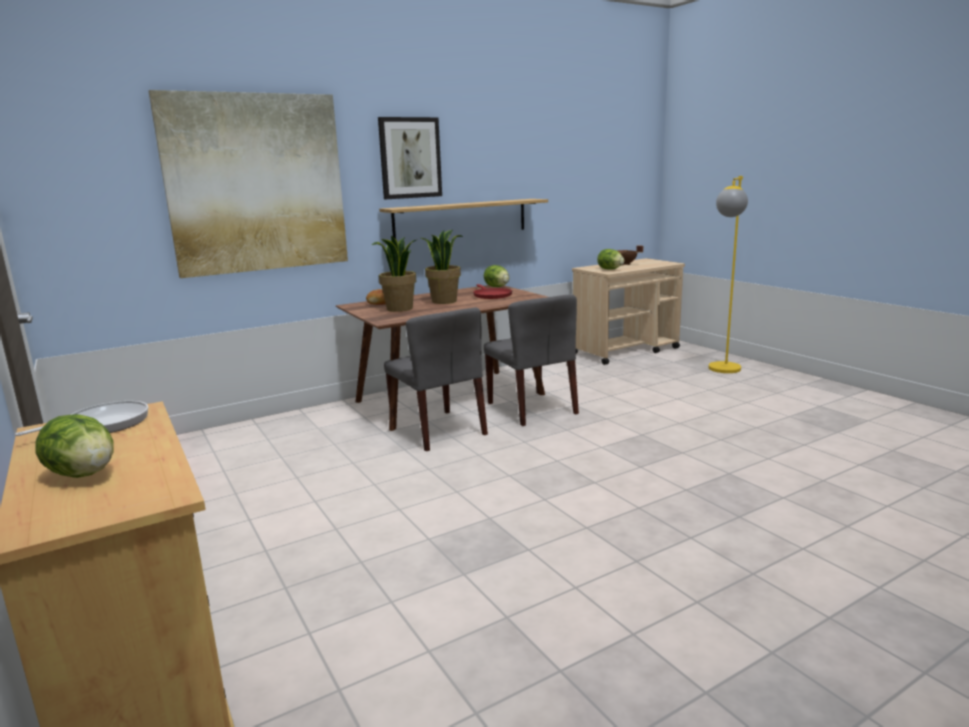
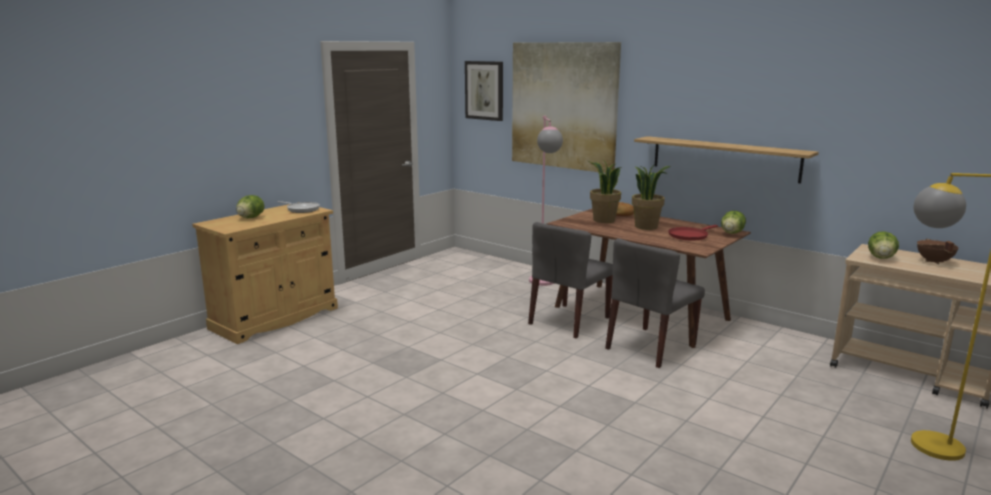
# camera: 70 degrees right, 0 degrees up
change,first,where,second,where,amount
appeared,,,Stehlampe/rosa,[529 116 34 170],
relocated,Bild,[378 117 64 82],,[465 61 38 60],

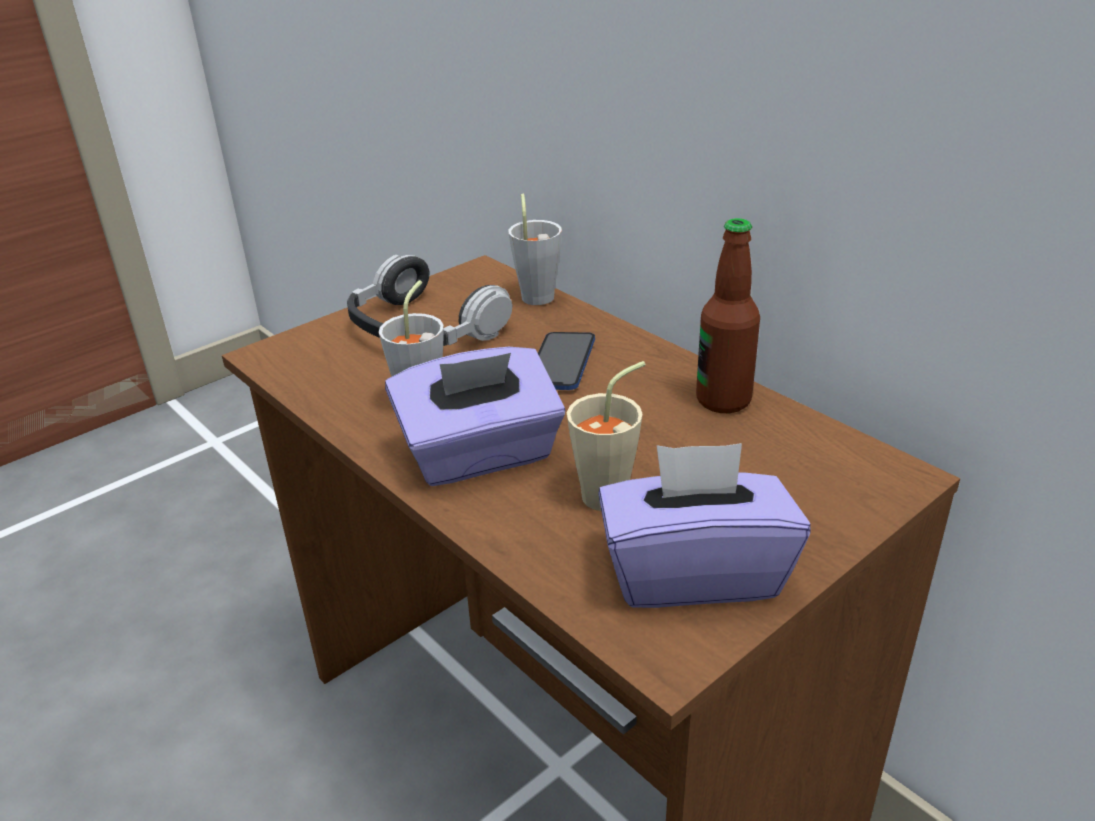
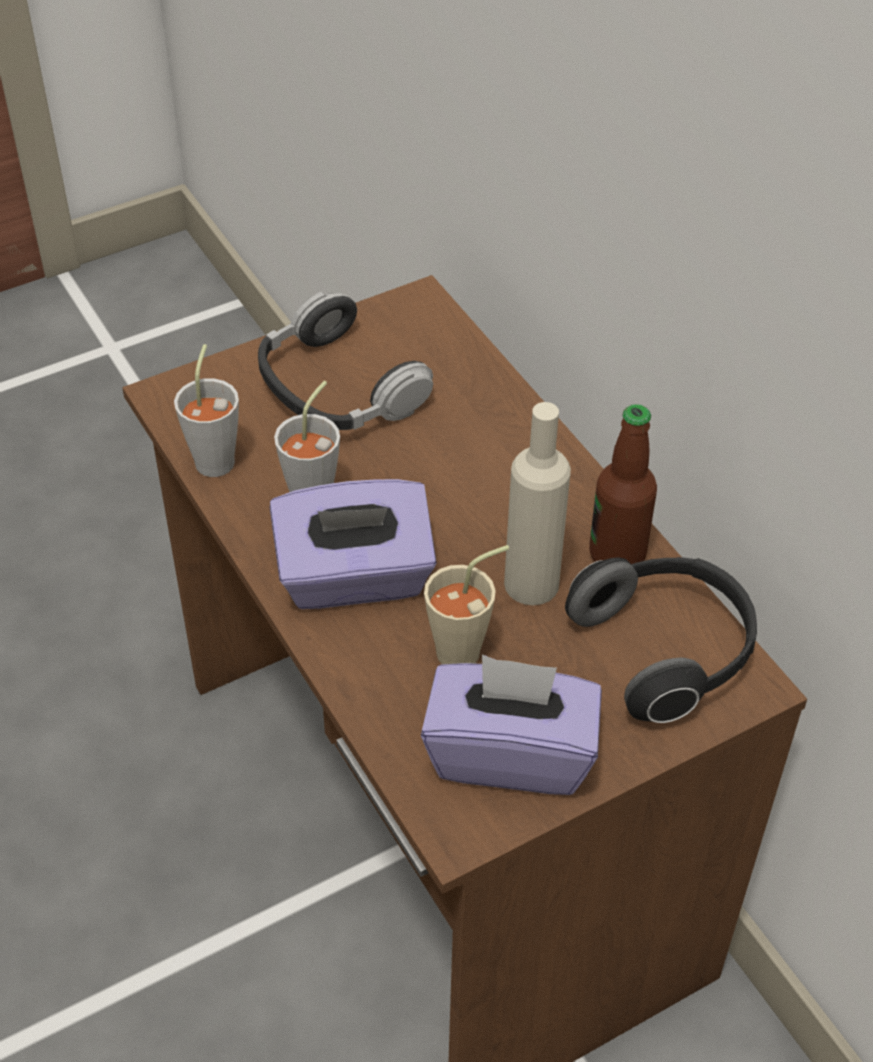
# camera: 10 degrees right, 15 degrees up
change,first,where,second,where,amount
missing,Handy,[538 332 57 58],,,
appeared,,,Flasche/beige,[504 402 67 203],
appeared,,,Kopfhörer,[565 557 192 166],
relocated,Tasse/grau,[509 194 53 111],,[174 344 65 133],

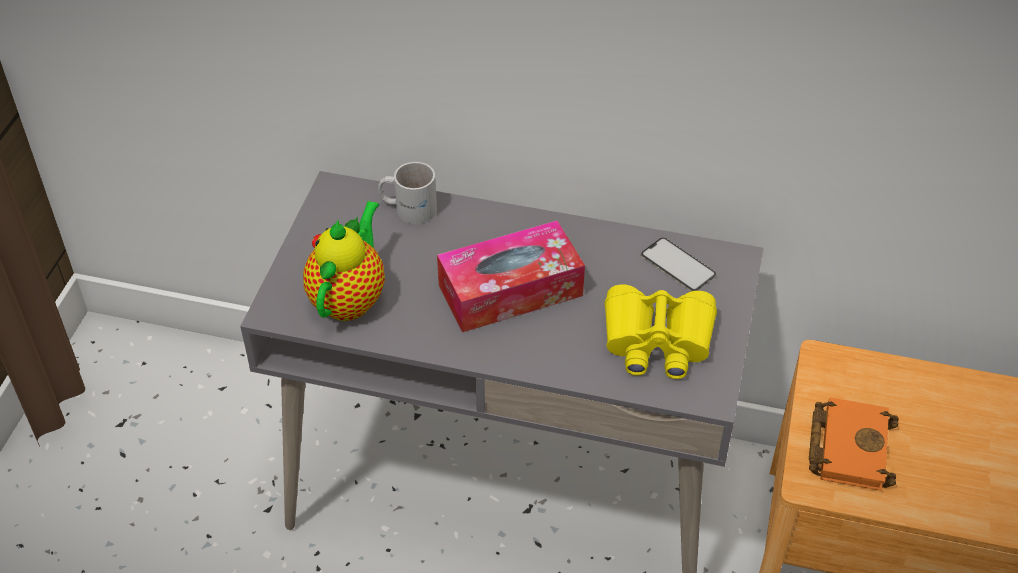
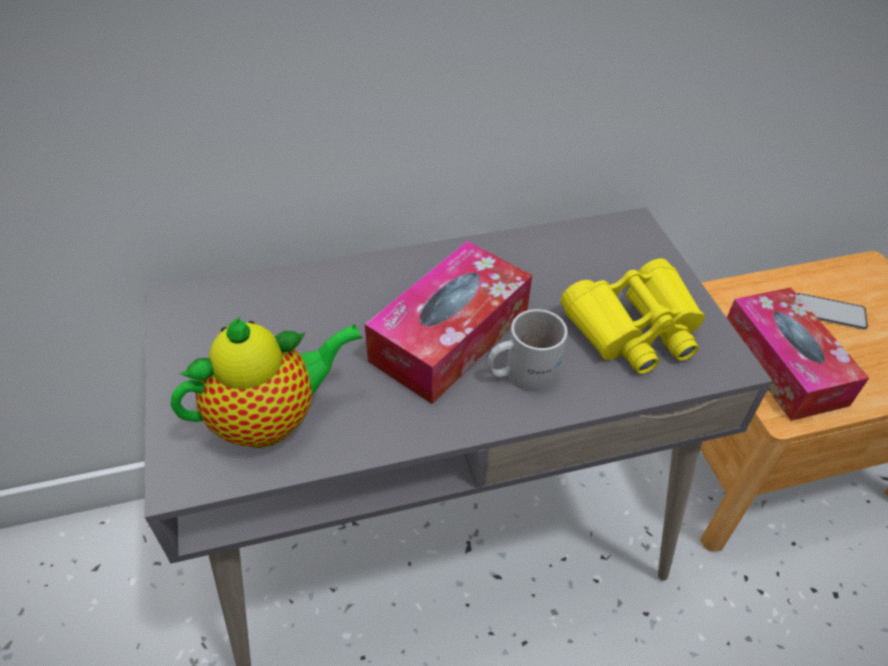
# camera: 30 degrees left, 0 degrees up
change,first,where,second,where,amount
relocated,Henkelbecher/weiß,[378 162 59 62],,[487 309 81 83],
relocated,Handy,[641 237 75 54],,[797 293 71 37],
exchanged,Buch/orange,[809 397 90 94],Taschentuchbox,[727 287 142 134],
spun,Teekanne,[303 201 82 120],,[171 317 191 131],75 degrees clockwise

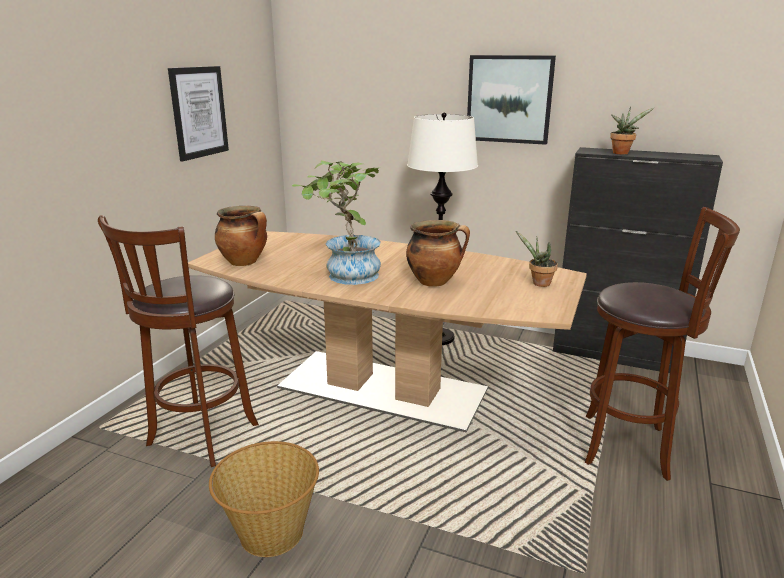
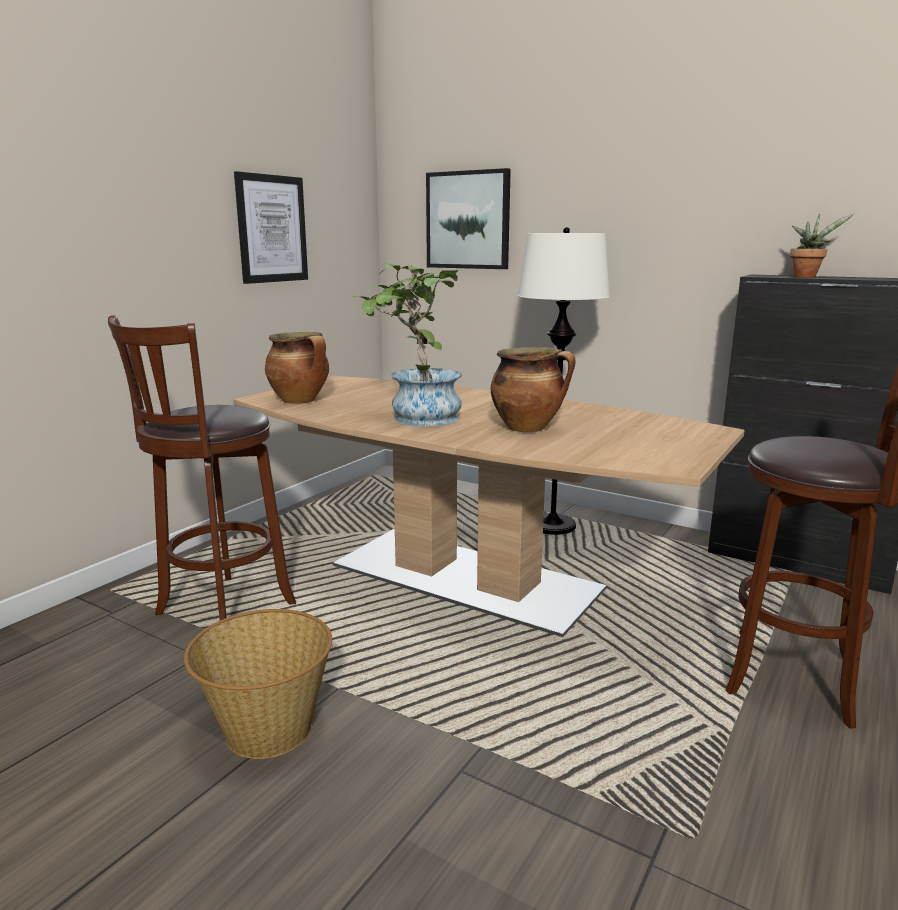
# camera: 10 degrees right, 5 degrees down
change,first,where,second,where,amount
missing,Topfpflanze,[516 231 42 56],,,
relocated,Bild,[467 55 89 90],,[426 168 85 101],

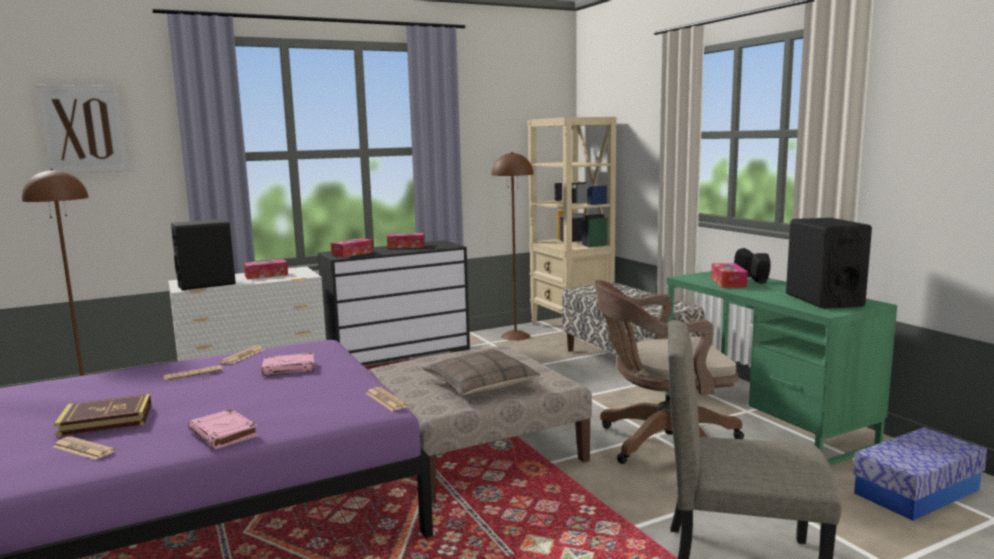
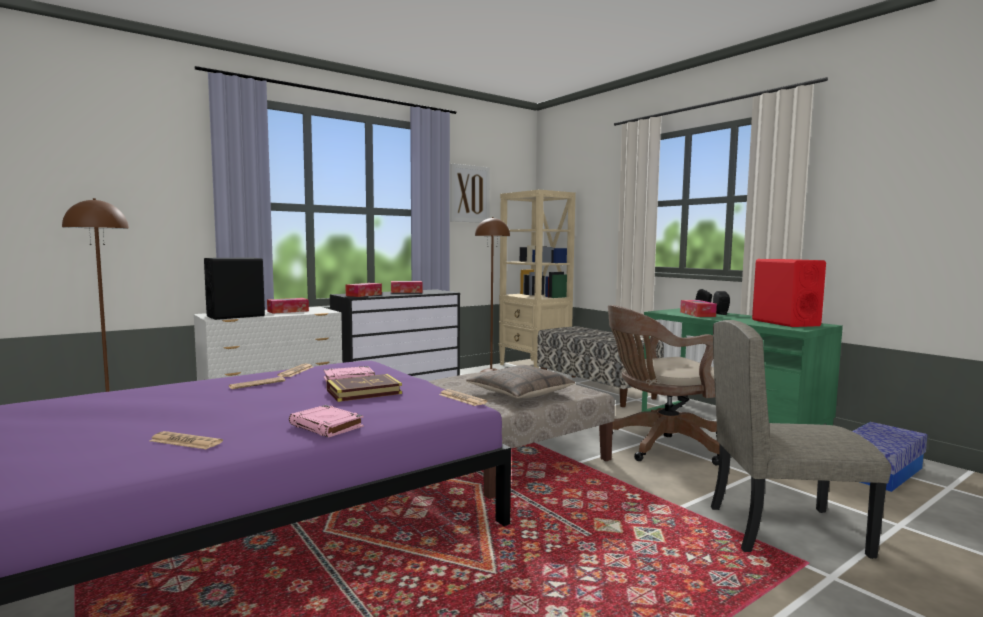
# camera: 10 degrees left, 5 degrees down
change,first,where,second,where,amount
relocated,Bild,[36 85 93 89],,[450 163 40 60],
relocated,Buch,[54 394 98 43],,[327 374 75 28],
colour,Lautsprecher/schwarz,[786 218 86 91],Lautsprecher/rot,[752 259 74 68],

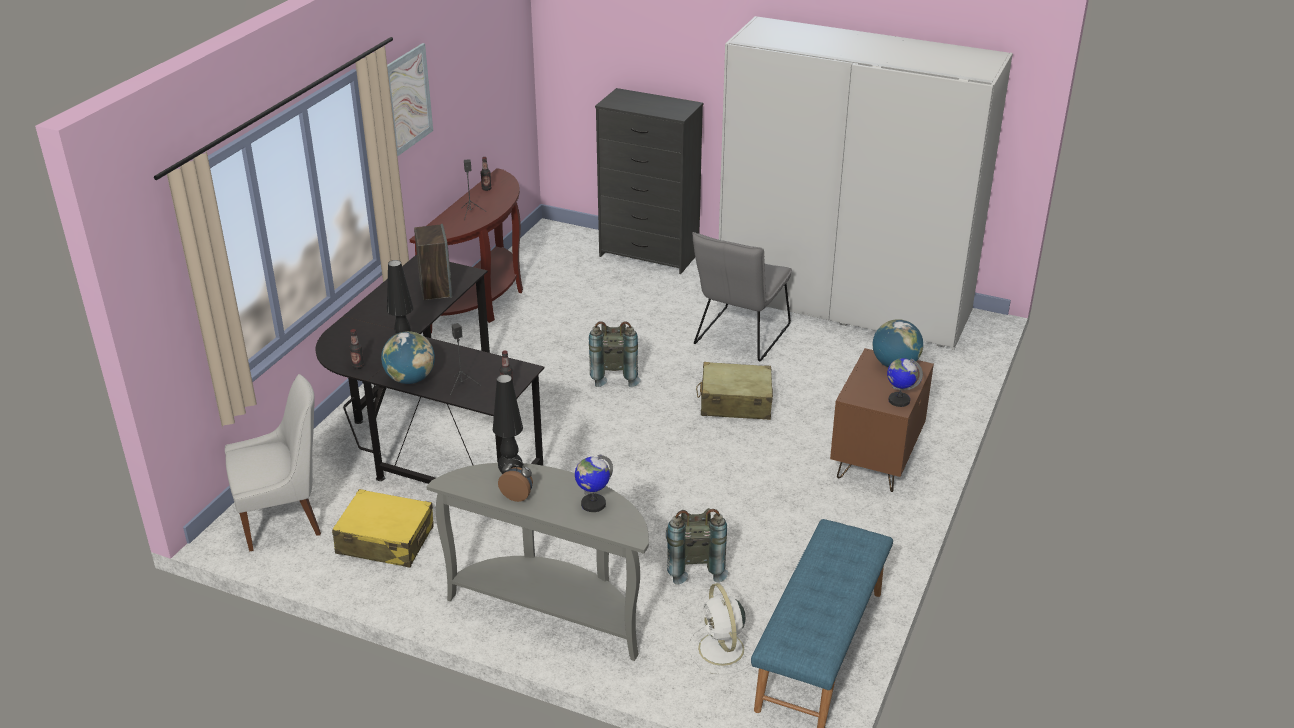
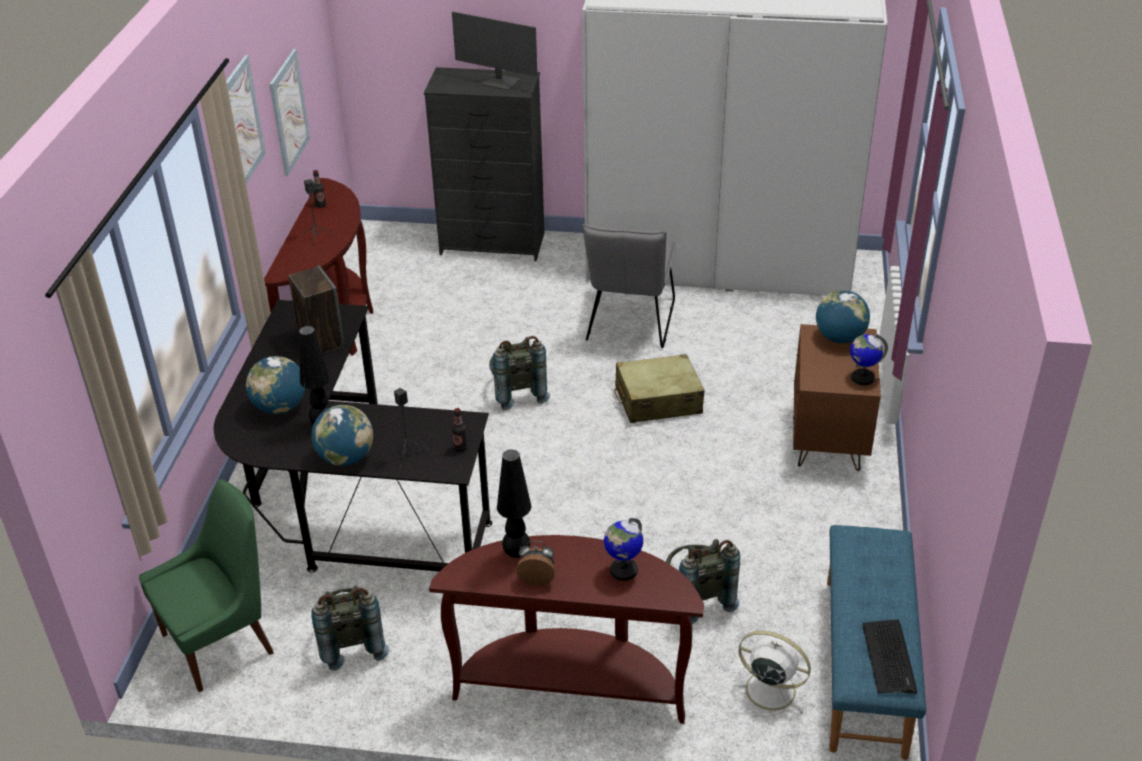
# camera: 15 degrees left, 5 degrees up
change,first,where,second,where,amount
missing,Flasche,[349 329 15 40],,,
appeared,,,Globus,[246 356 59 58],
appeared,,,Bild,[269 49 41 127],
appeared,,,Monitor,[452 12 86 79],
appeared,,,Tastatur,[862 619 55 75],
exchanged,Koffer/gelb,[332 489 101 78],Rucksack/grau,[311 585 79 86],
colour,Stuhl/weiß,[225 374 96 177],Stuhl/grün,[139 479 135 213],
colour,Konsolentisch/grau,[426 463 223 198],Konsolentisch/braun,[429 535 275 189],
spun,Ventilator/weiß,[689 583 67 92],,[732 631 79 86],150 degrees clockwise

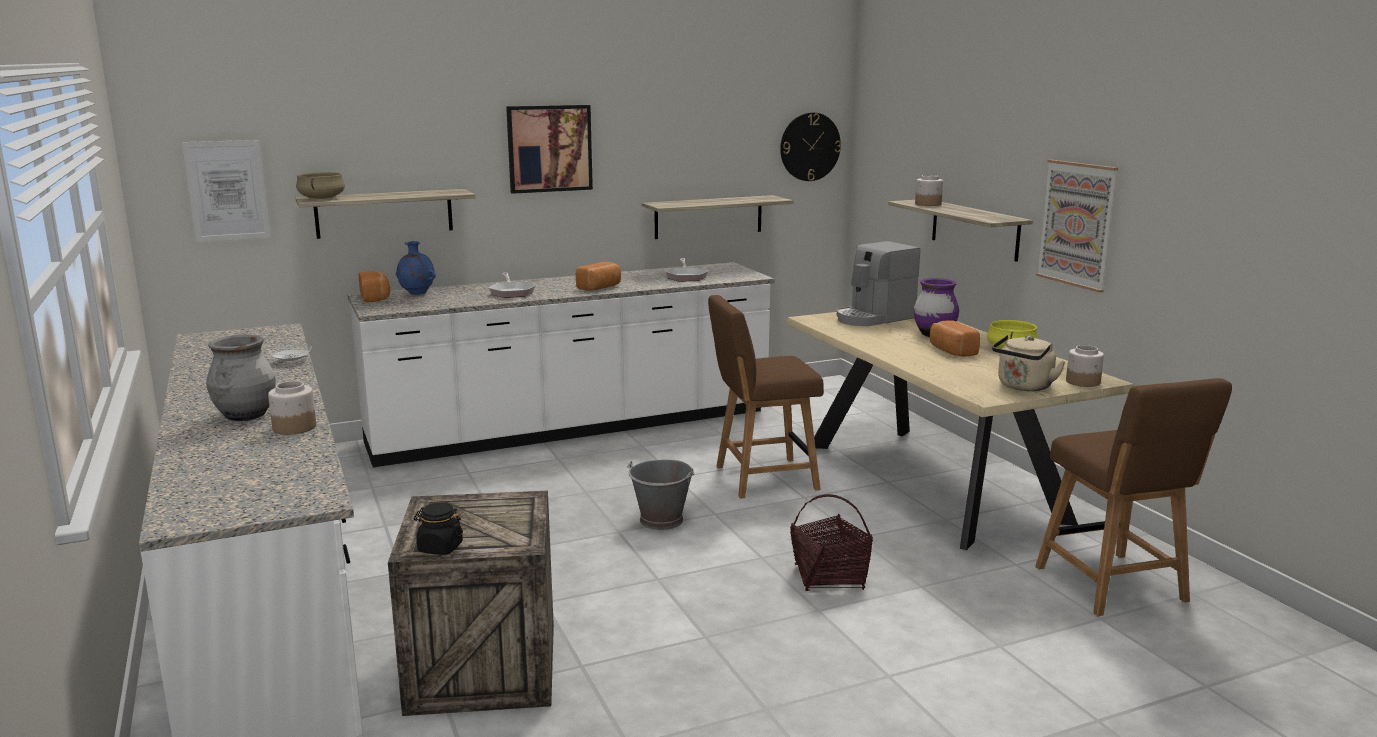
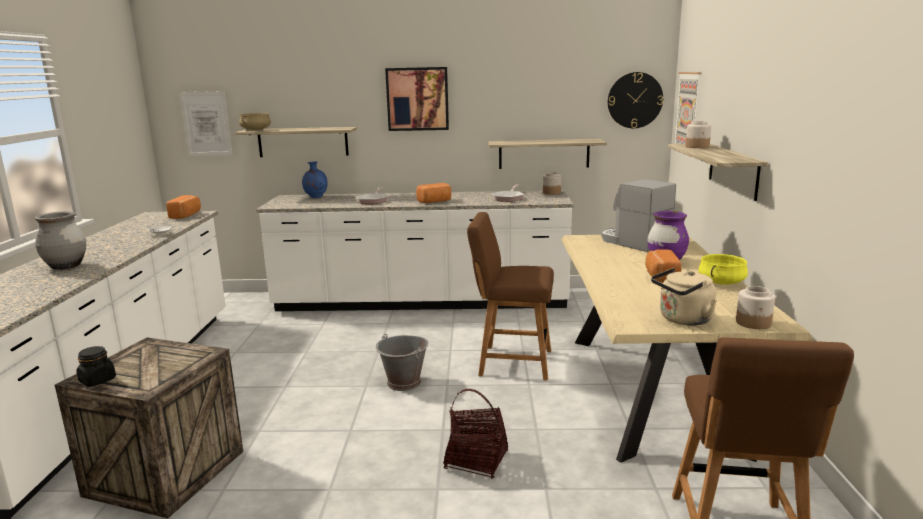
# camera: 25 degrees right, 0 degrees up
change,first,where,second,where,amount
relocated,Vorratsglas,[268 381 48 54],,[543 172 18 23],
relocated,Brot,[359 271 31 31],,[166 195 35 24],
relocated,Bild,[1036 160 82 133],,[673 72 29 85],
spun,Kaffeemaschine,[837 241 83 85],,[601 179 75 73],60 degrees clockwise

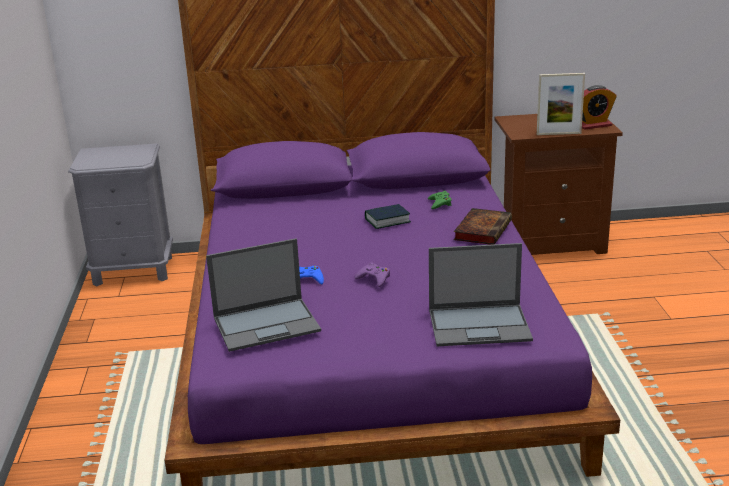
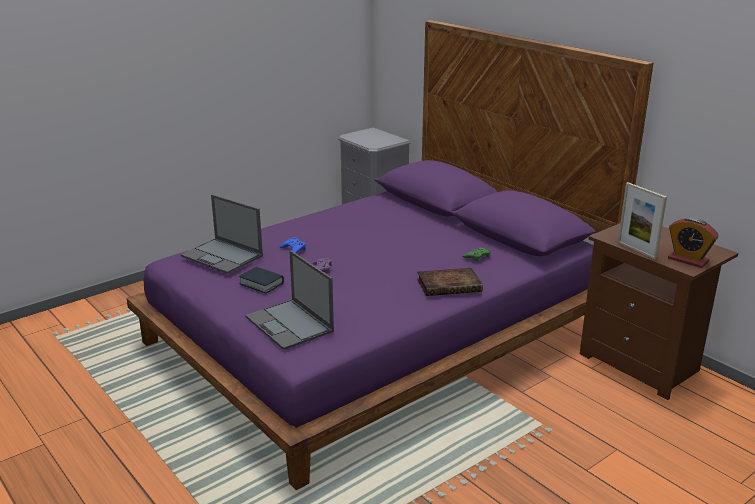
# camera: 55 degrees right, 0 degrees up
change,first,where,second,where,amount
relocated,Buch,[365 204 46 25],,[239 267 45 27],

